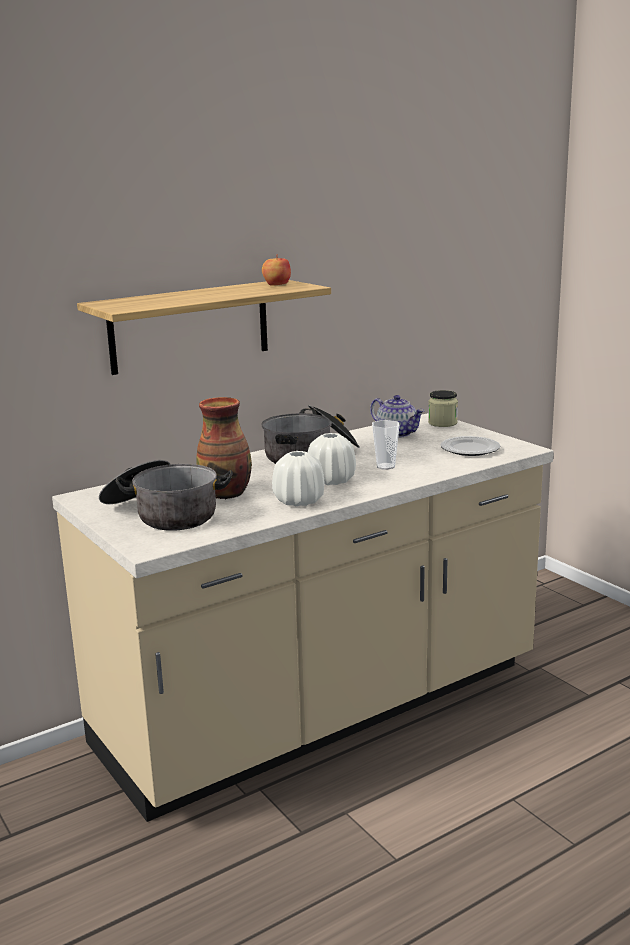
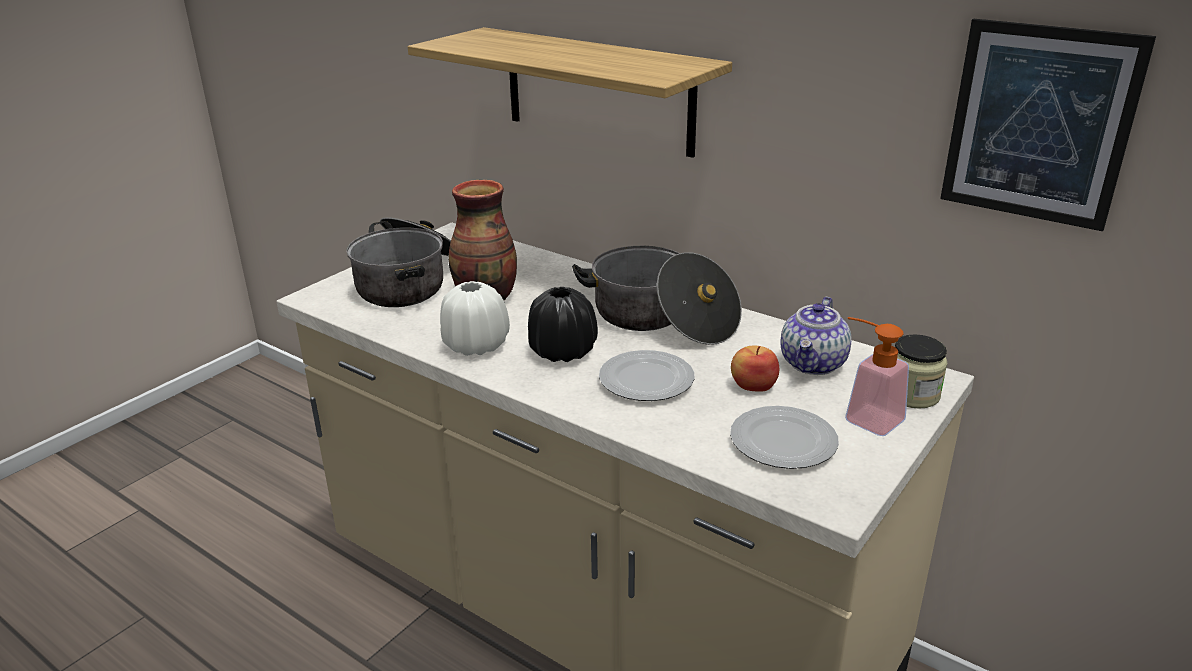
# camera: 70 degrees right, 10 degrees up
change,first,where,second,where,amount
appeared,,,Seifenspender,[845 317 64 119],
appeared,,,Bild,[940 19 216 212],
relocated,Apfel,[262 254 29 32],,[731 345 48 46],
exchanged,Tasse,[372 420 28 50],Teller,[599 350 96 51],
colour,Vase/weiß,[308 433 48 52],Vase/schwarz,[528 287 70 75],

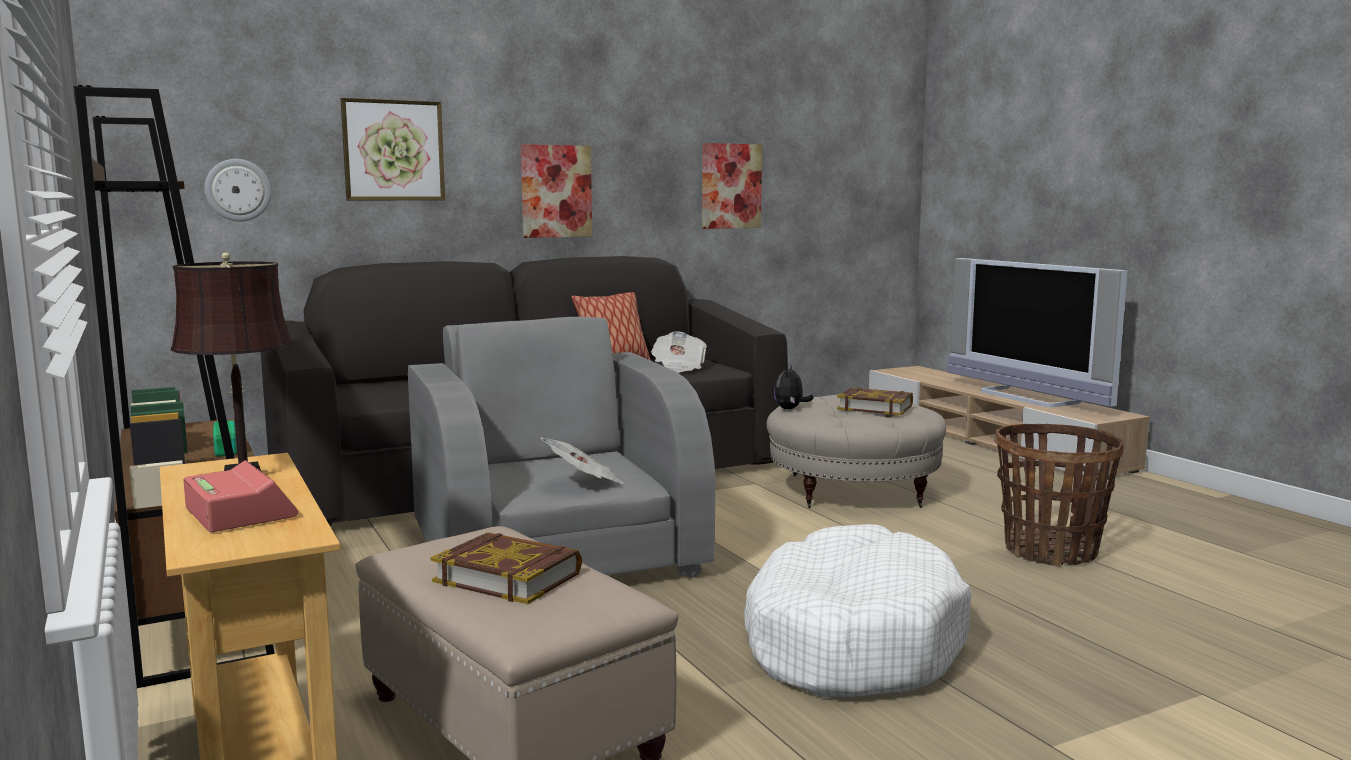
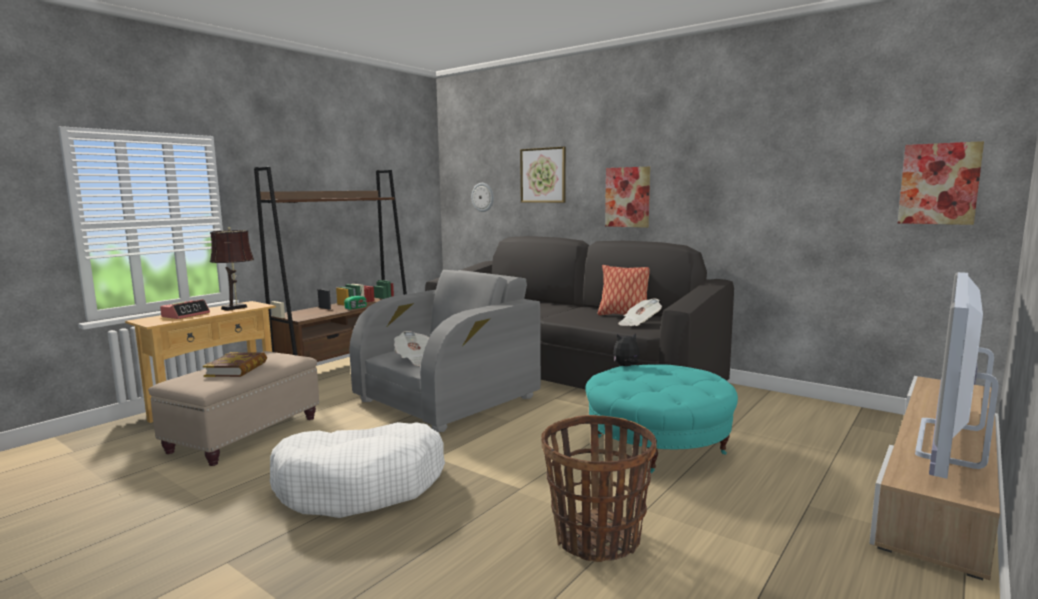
# camera: 65 degrees right, 0 degrees up
change,first,where,second,where,amount
missing,Buch,[837 387 76 28],,,
relocated,Bild,[702 143 60 86],,[898 141 86 84],
colour,Polsterhocker/beige,[766 395 181 113],Polsterhocker/türkis,[585 364 153 109],

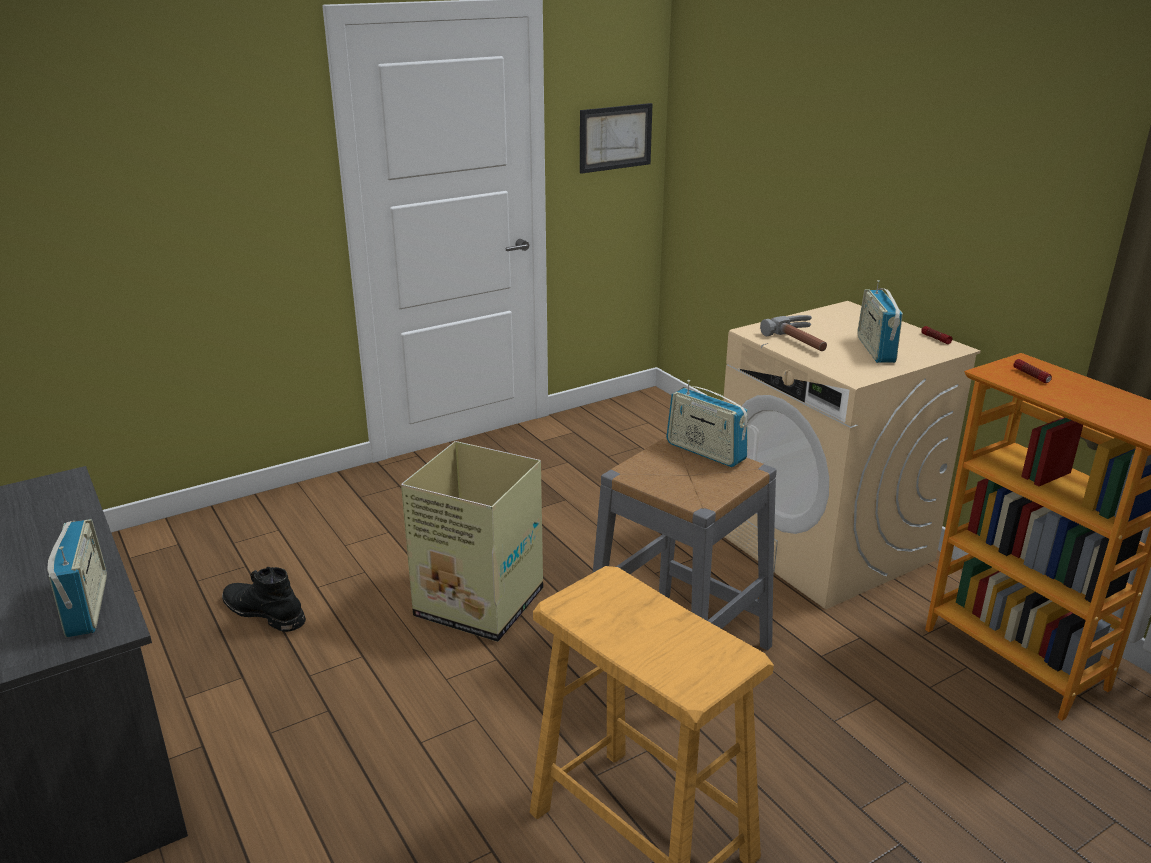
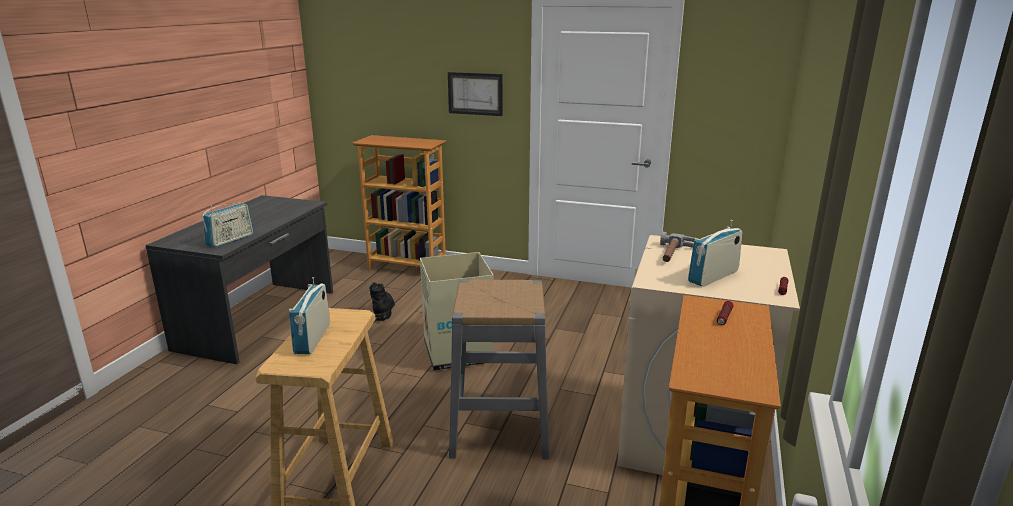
# camera: 50 degrees right, 5 degrees down
change,first,where,second,where,amount
appeared,,,Bücherregal,[352 135 95 136],
relocated,Bild,[580 103 72 71],,[448 72 55 44],
relocated,Radio,[666 380 82 87],,[289 277 41 77],

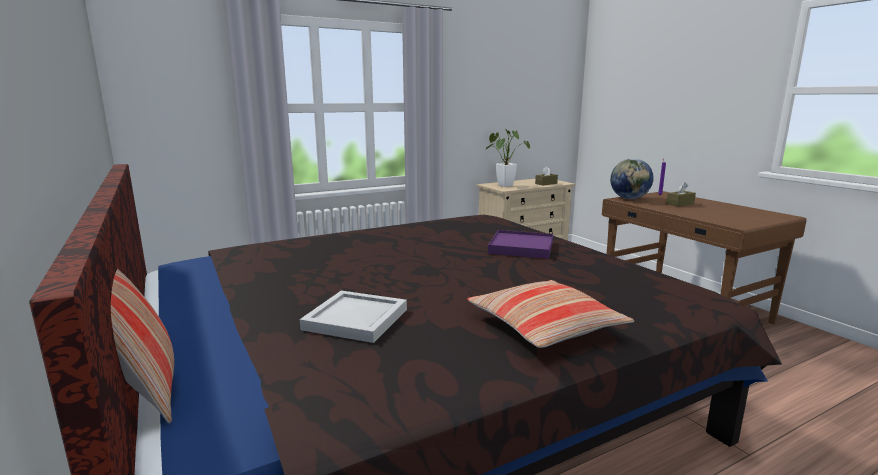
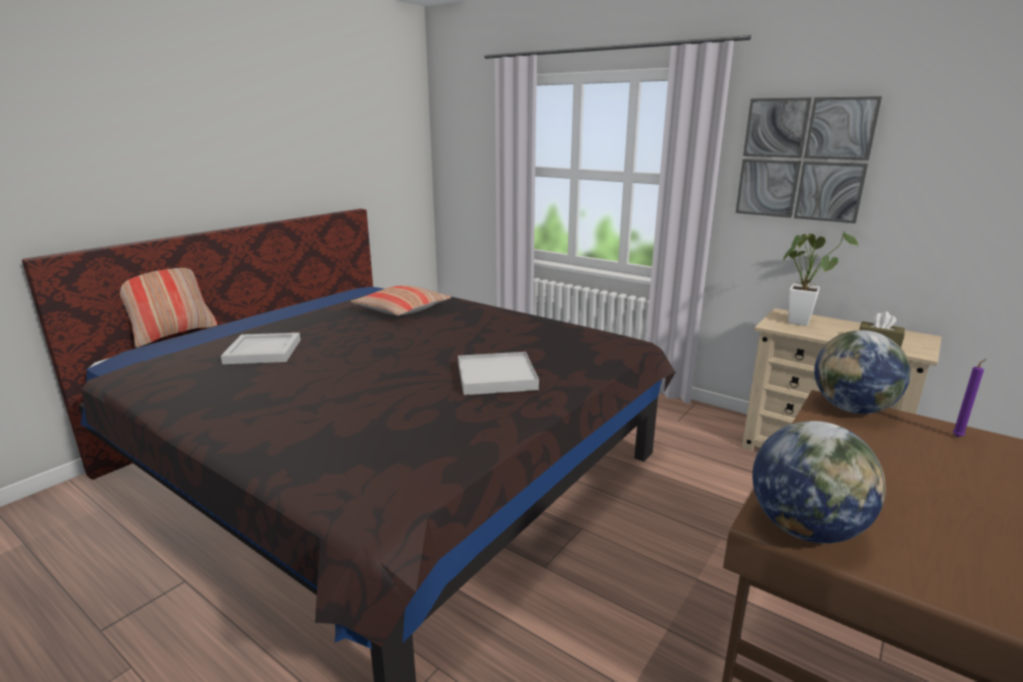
# camera: 65 degrees right, 5 degrees up
change,first,where,second,where,amount
missing,Taschentuchbox/braun,[666 182 30 25],,,
appeared,,,Bild,[736 96 146 127],
appeared,,,Globus,[752 421 134 123],
relocated,Kissen,[467 280 167 68],,[351 285 100 31],
colour,Tablett/lila,[488 230 65 29],Tablett/weiß,[458 352 81 43],

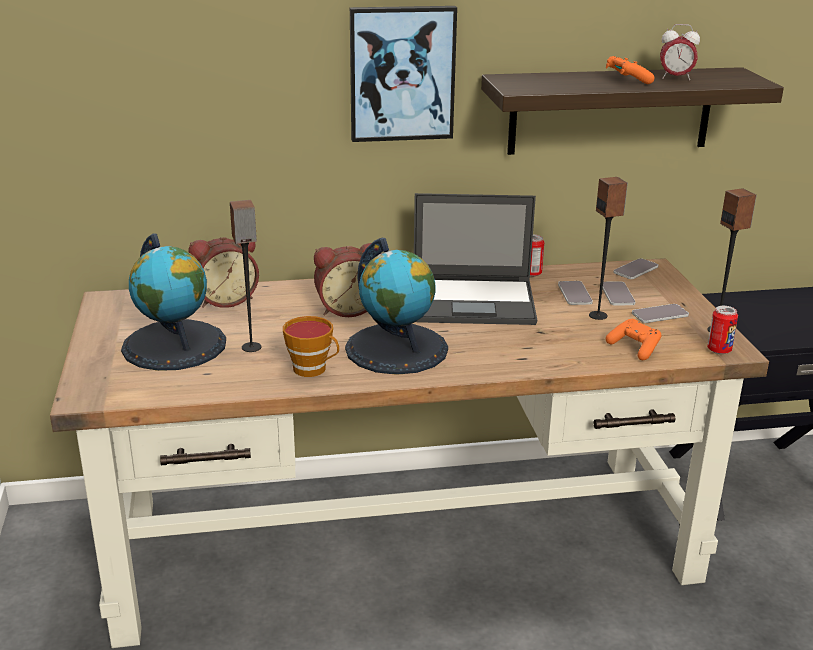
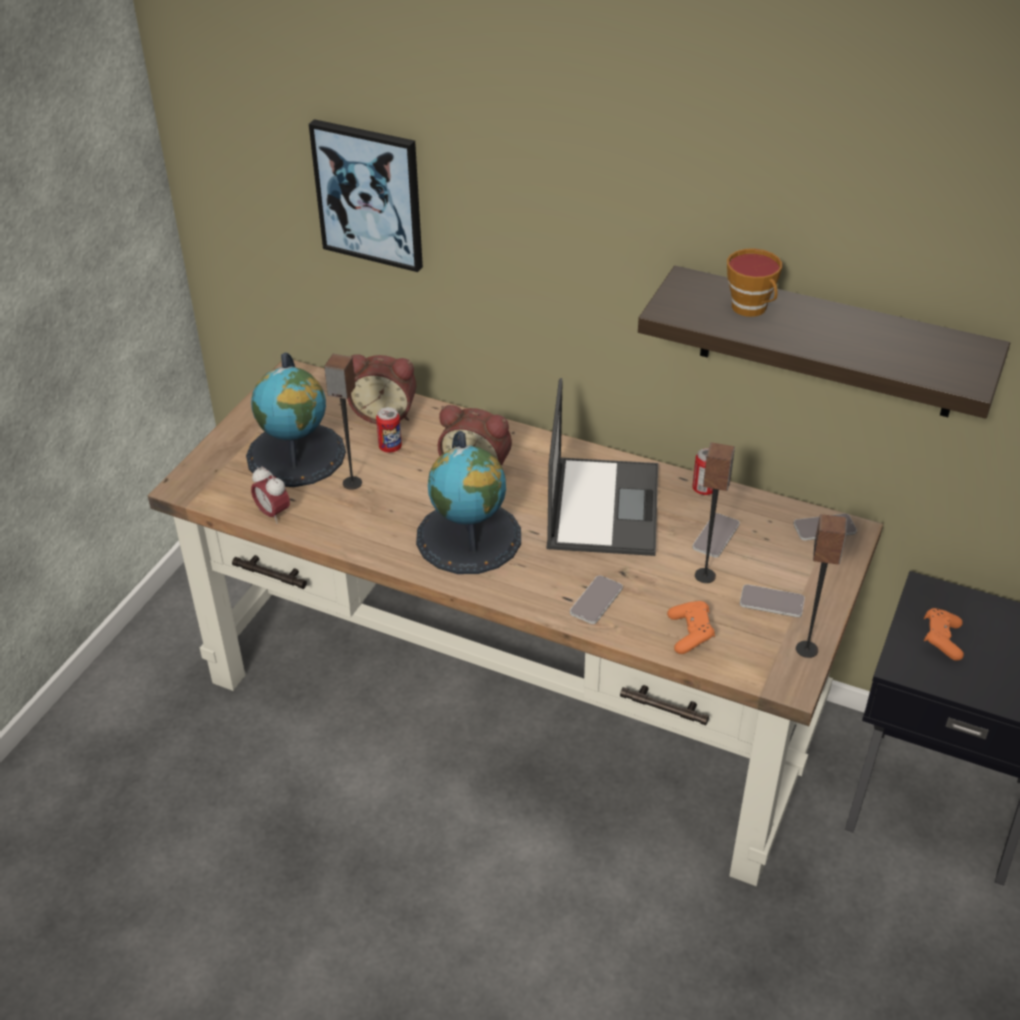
# camera: 35 degrees right, 15 degrees up
change,first,where,second,where,amount
relocated,Tasse,[283 316 56 61],,[727 248 55 69],
relocated,Bild,[350 6 107 136],,[309 119 114 153],
relocated,Handy,[603 282 33 23],,[570 576 53 48],
relocated,Gamepad/orange,[606 56 48 28],,[924 608 40 53],
relocated,Wecker,[660 24 40 56],,[251 466 39 58],
relocated,Dose,[707 306 31 48],,[376 407 26 46],
spun,Laptop,[414 193 123 132],,[546 378 112 178],120 degrees counterclockwise

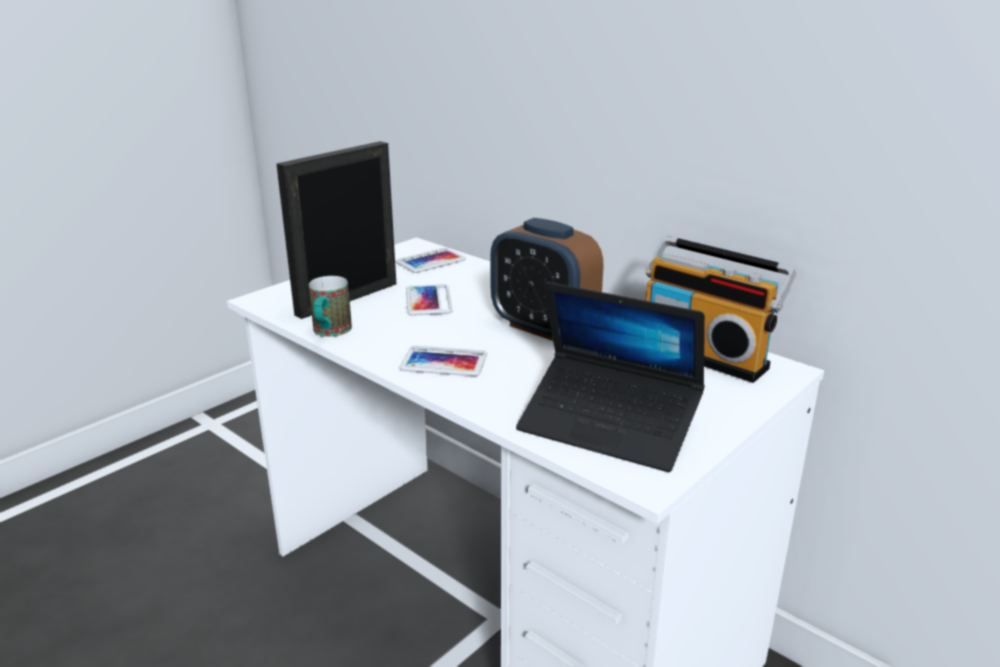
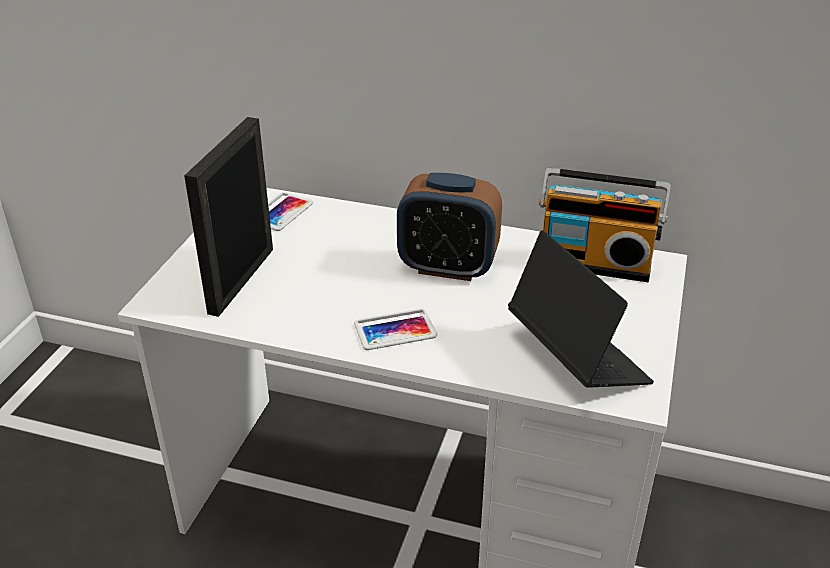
# camera: 25 degrees left, 10 degrees up
change,first,where,second,where,amount
missing,Henkelbecher,[309 276 43 61],,,
missing,Handy,[406 284 47 31],,,
spun,Laptop,[516 282 189 190],,[508 230 146 158],120 degrees counterclockwise

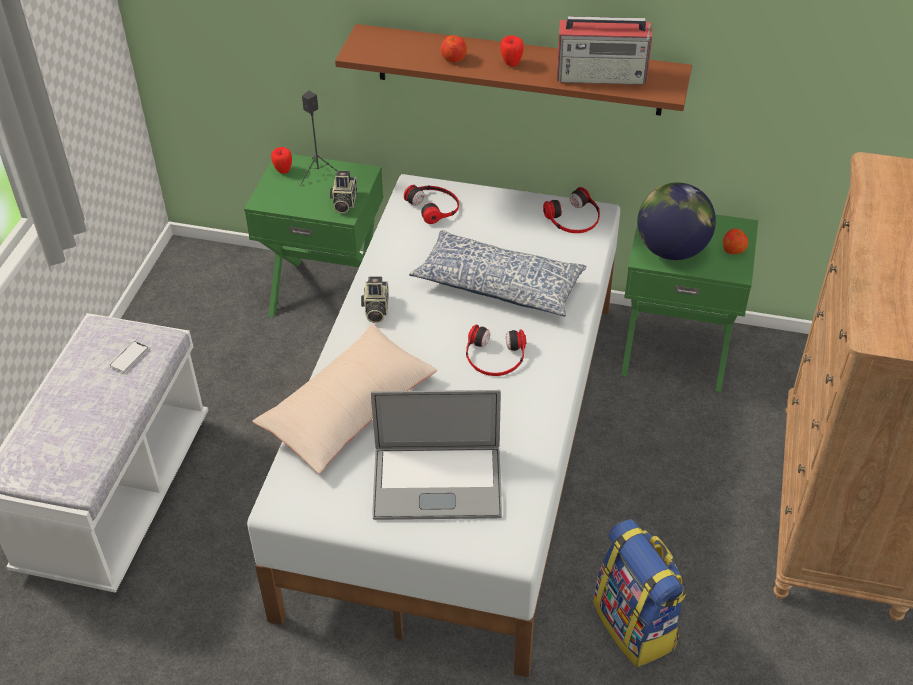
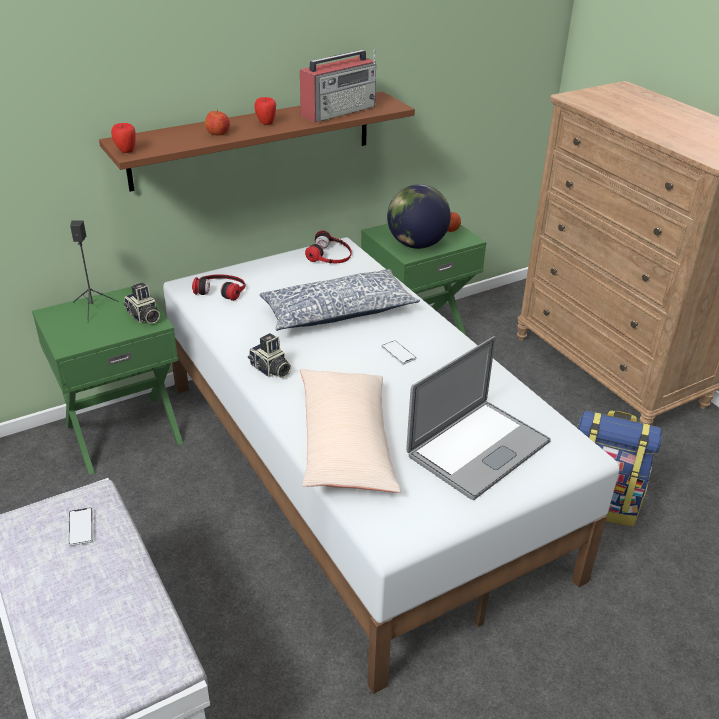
# camera: 45 degrees left, 10 degrees down
change,first,where,second,where,amount
relocated,Apfel,[271 147 21 27],,[111 123 25 30],
exchanged,Kopfhörer,[466 324 60 52],Handy,[381 341 36 23],

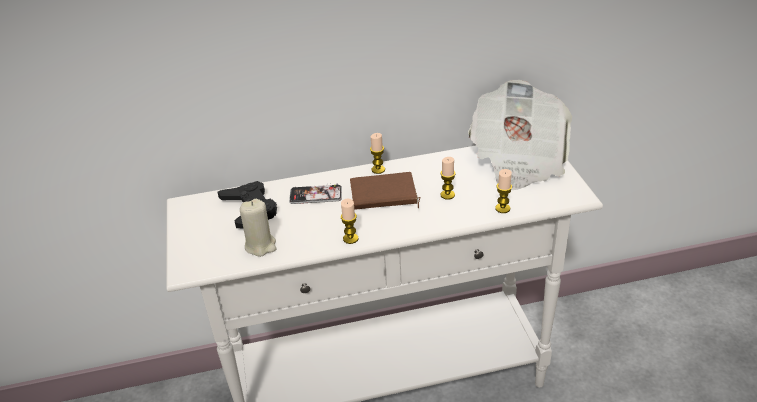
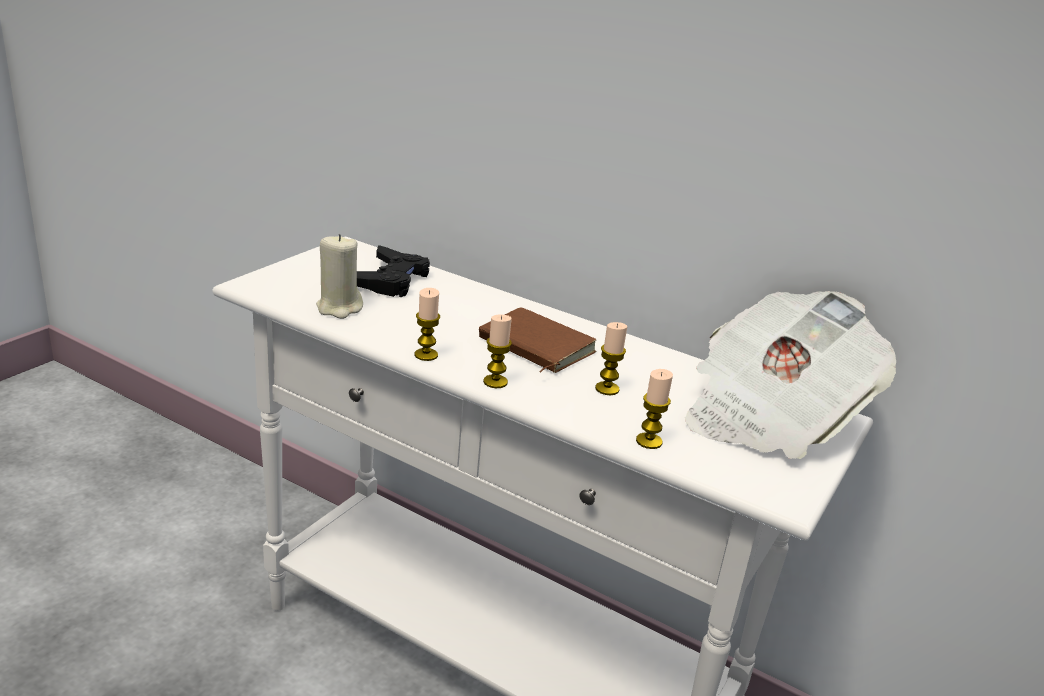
# camera: 40 degrees right, 10 degrees down
change,first,where,second,where,amount
missing,Handy,[289 183 53 21],,,
relocated,Kerze,[370 133 15 41],,[483 314 29 74],

